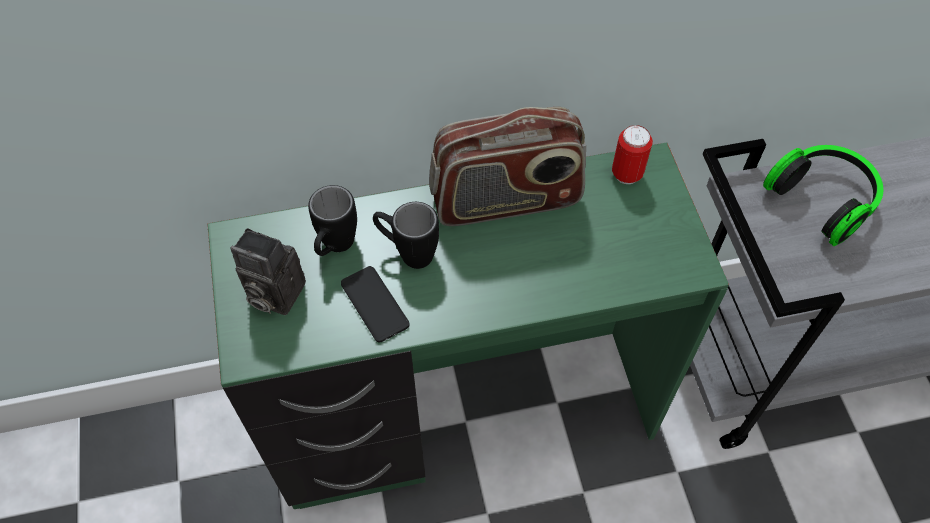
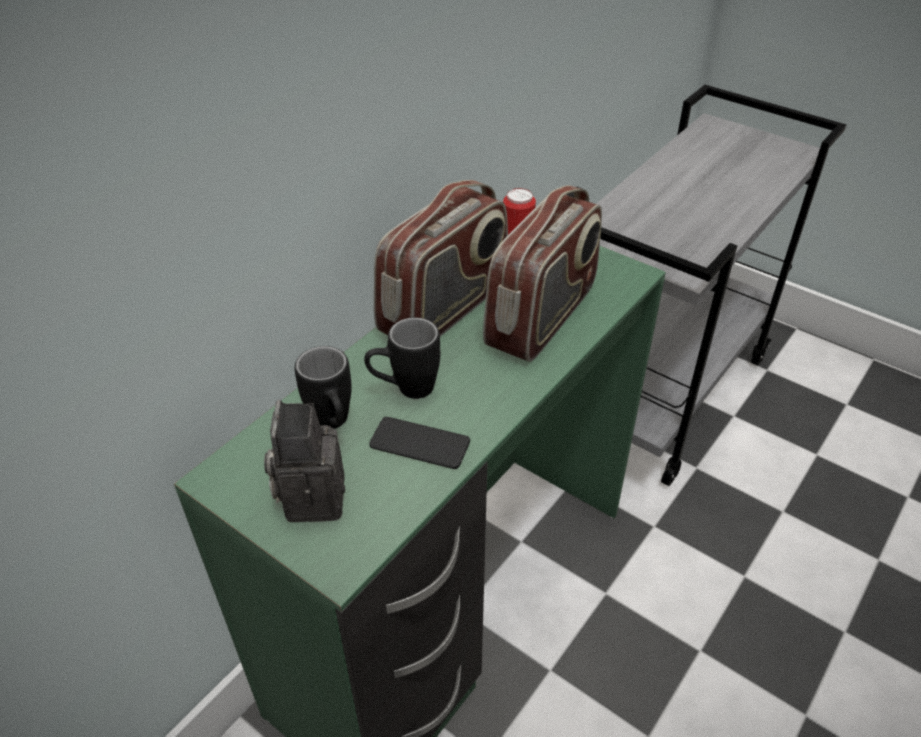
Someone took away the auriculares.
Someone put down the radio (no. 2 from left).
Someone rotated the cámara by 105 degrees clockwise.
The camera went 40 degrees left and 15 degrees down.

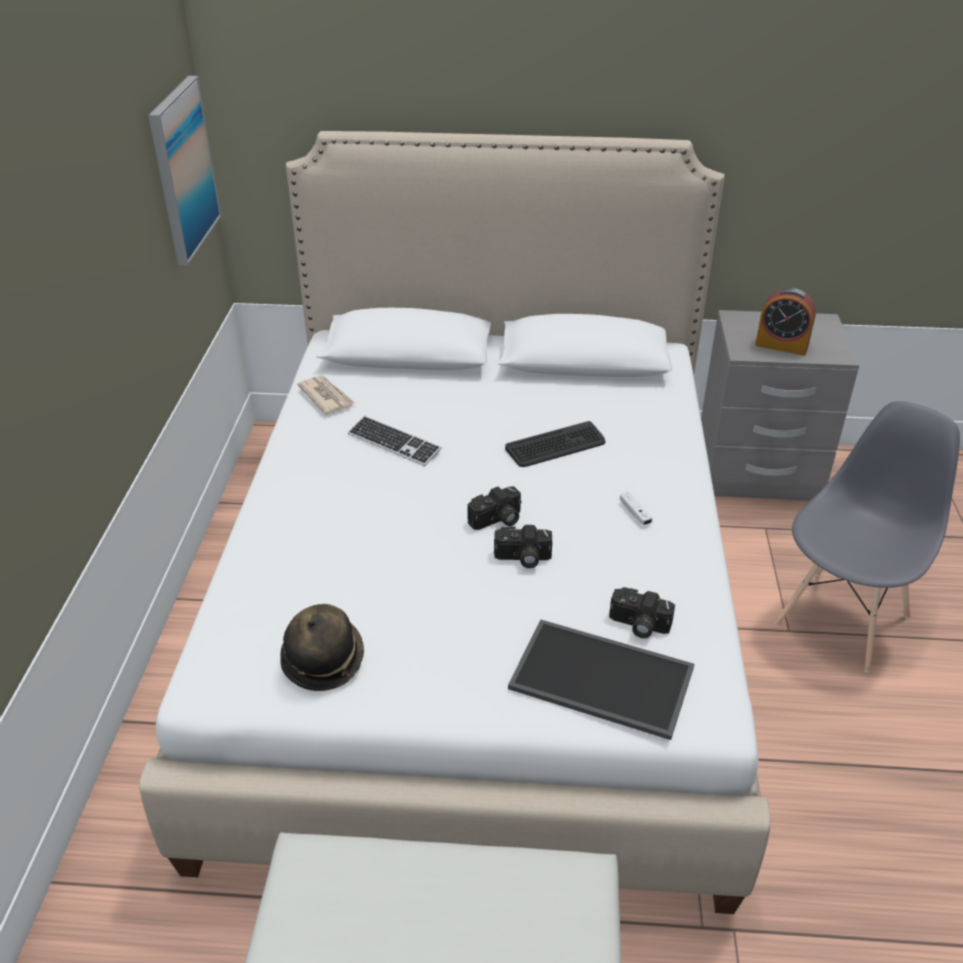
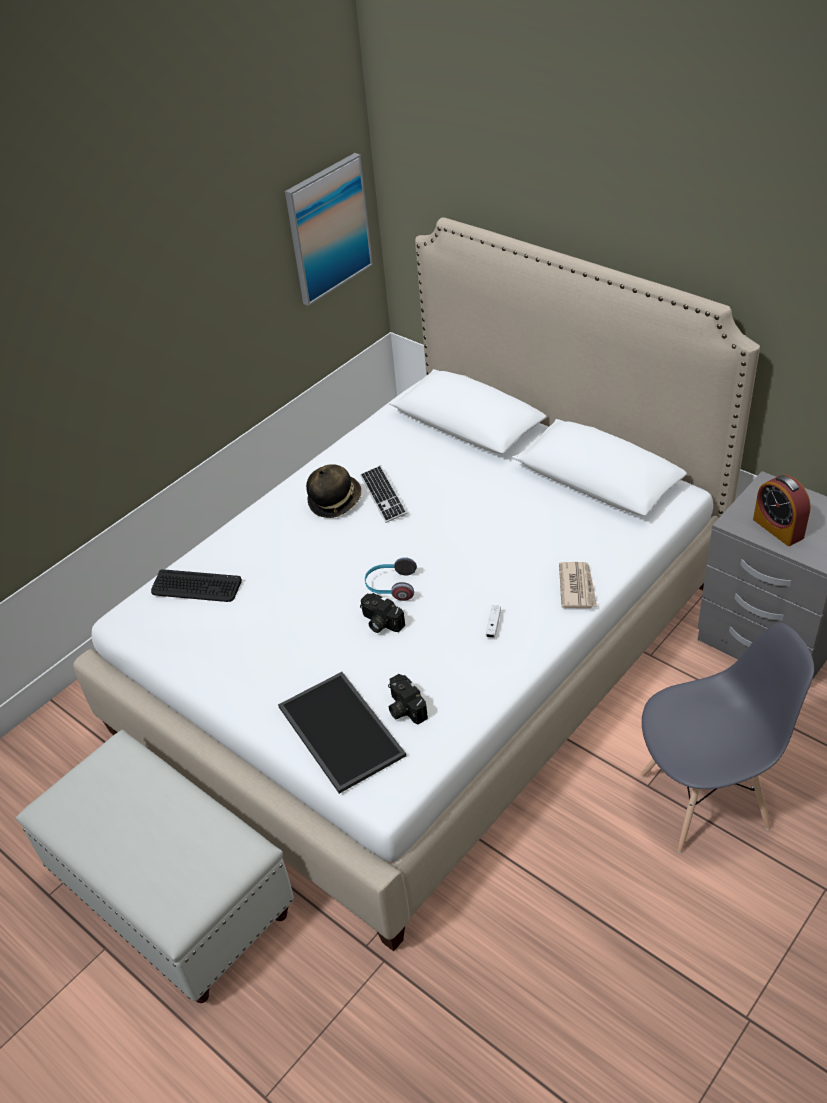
Someone carried the sombrero.
Someone carried the periódico.
Someone carried the teclado (no. 2 from left in the first image).
Someone swapped the cámara (no. 1 from left) for the auriculares.
The camera went 40 degrees right and 5 degrees up.

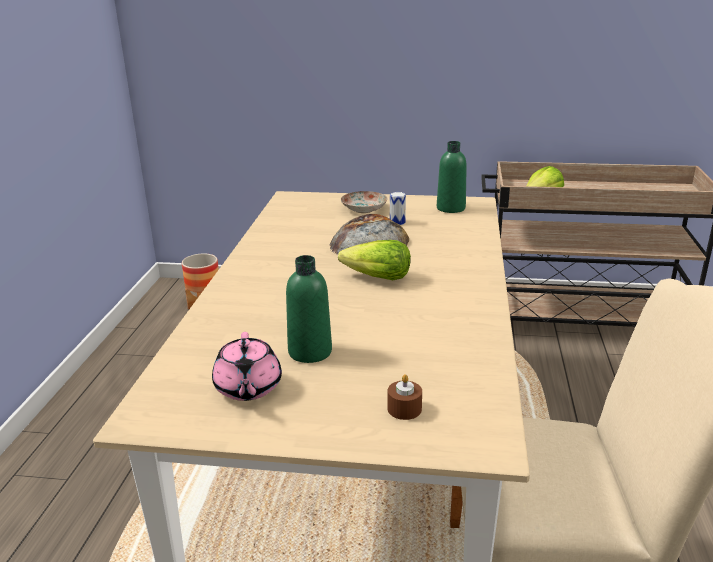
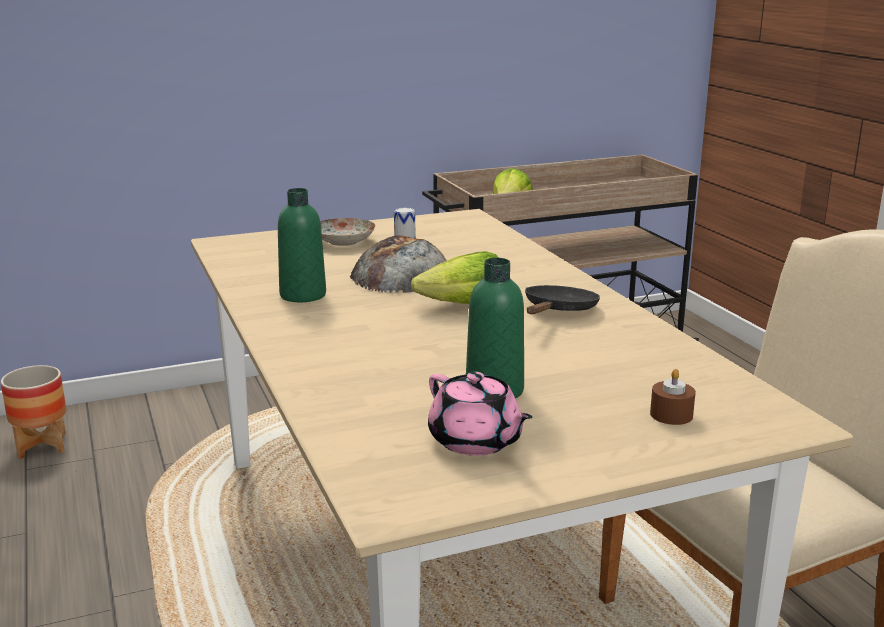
Someone put down the sartén (negro).
Someone carried the botella (verde) (no. 2 from left in the first image).
The camera went 30 degrees left and 5 degrees down.

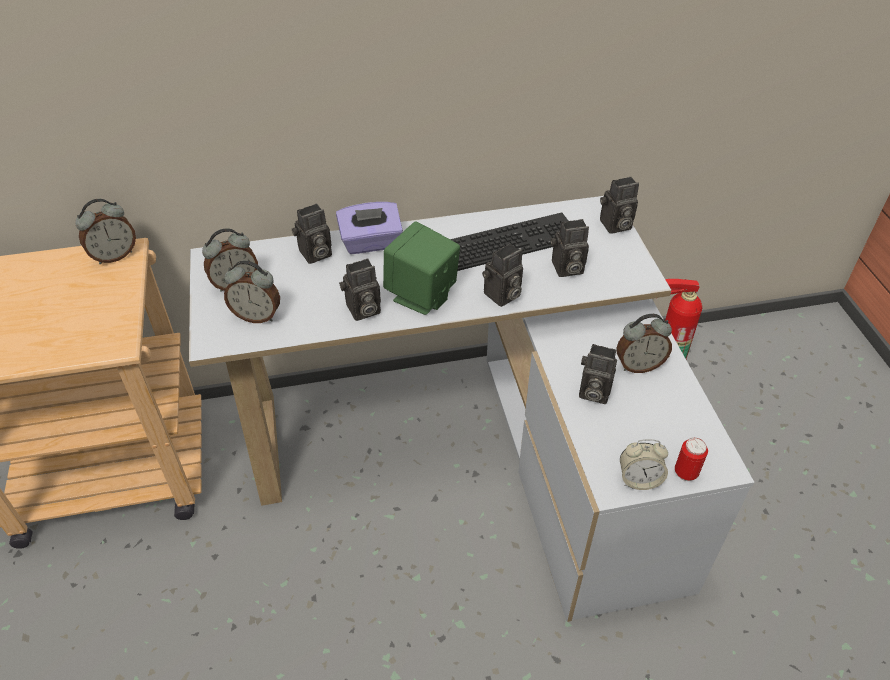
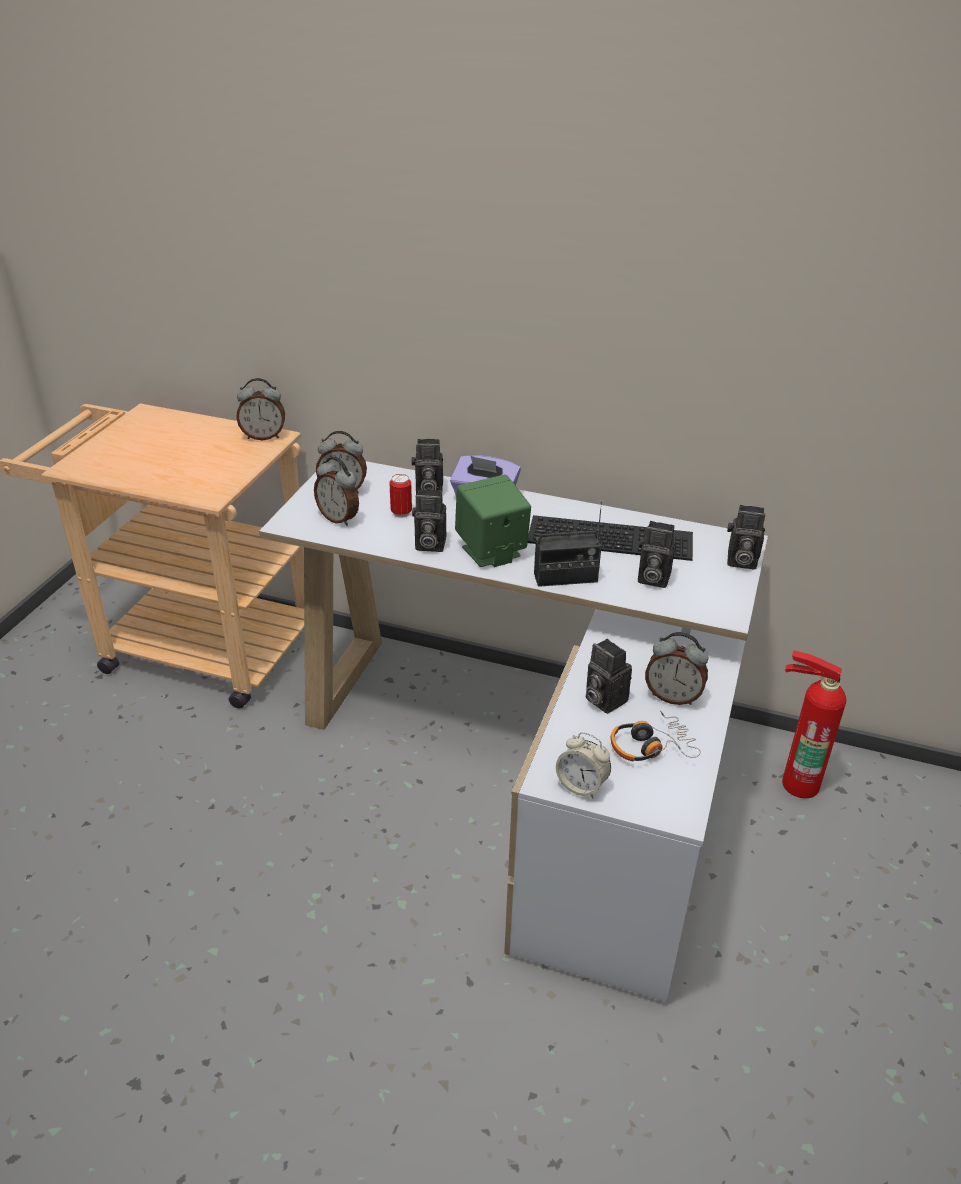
Someone put down the auriculares.
Someone carried the lata.
Someone swapped the cámara (no. 3 from left) for the radio.
The camera went 30 degrees right and 10 degrees down.

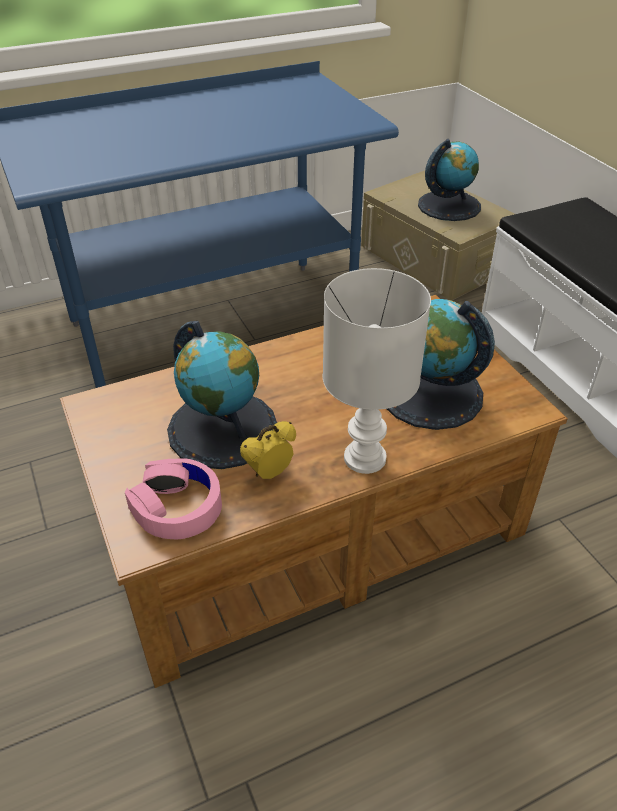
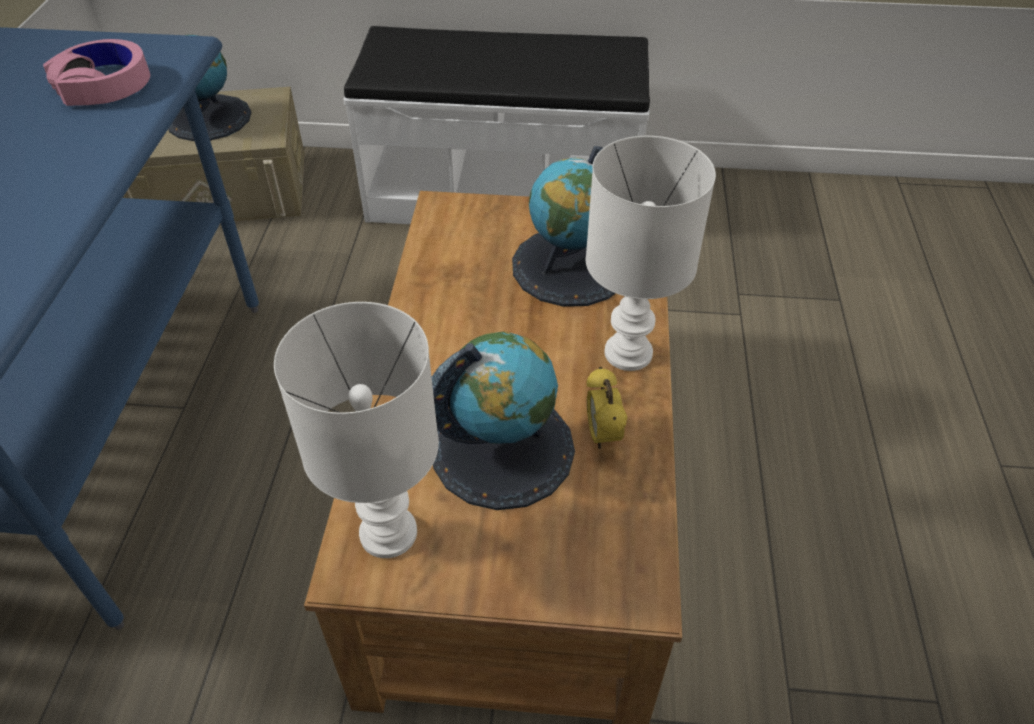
Someone put down the lámpara de mesa (blanco) (no. 1 from left).
Someone carried the auriculares (rosa).
The camera went 60 degrees left and 5 degrees up.

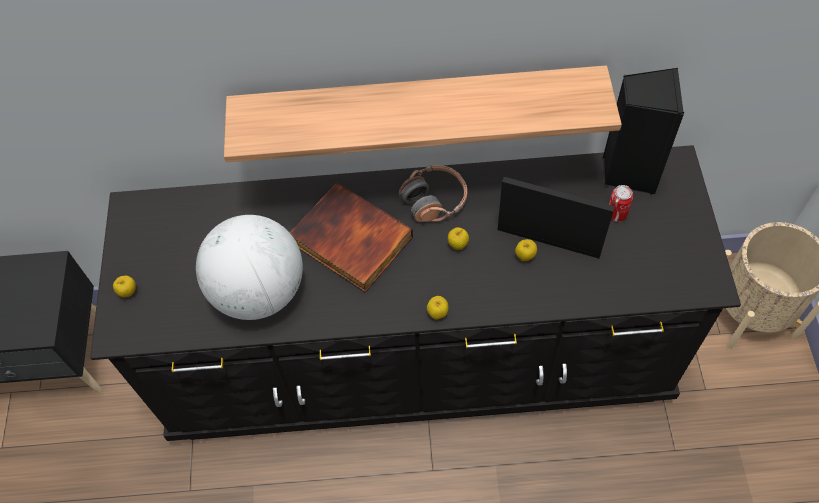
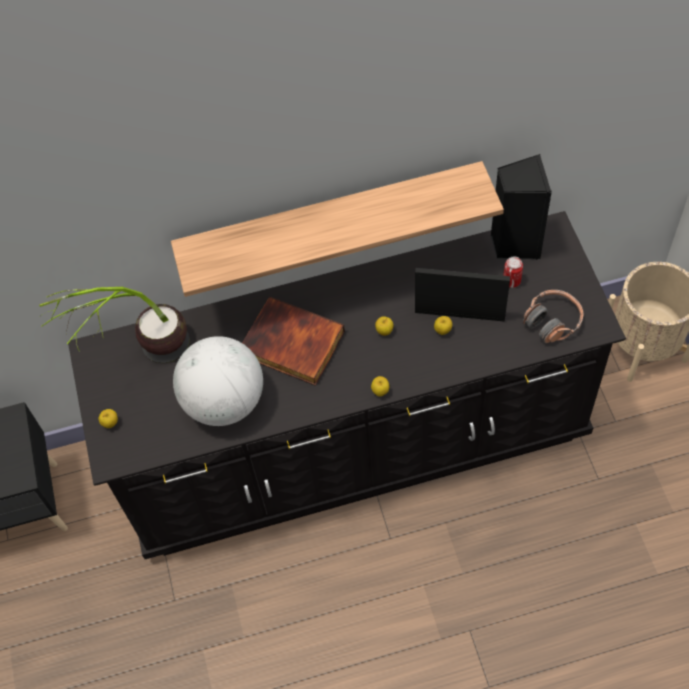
Someone put down the planta en maceta.
Someone carried the auriculares.
The camera went 10 degrees left and 0 degrees up.

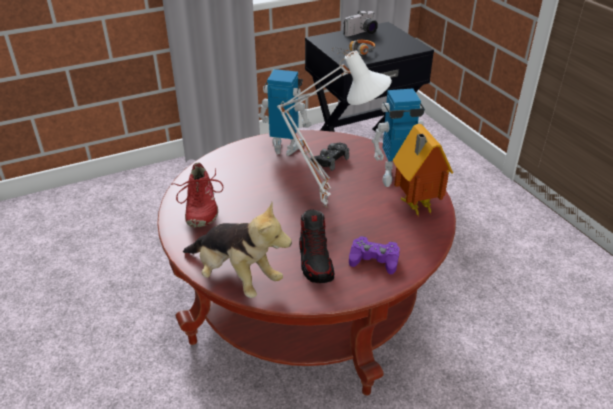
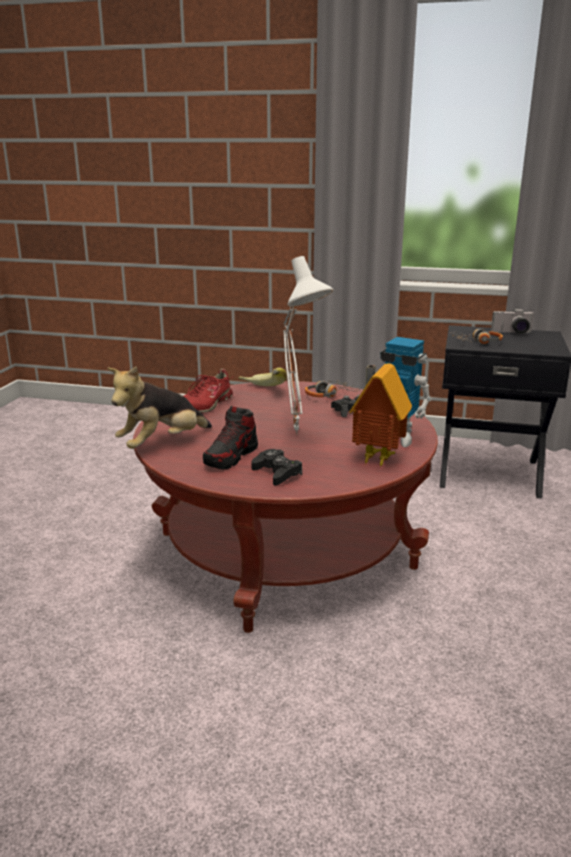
Someone put down the plátano.
Someone swapped the robot de juguete (no. 1 from left) for the auriculares (no. 1 from left).
Someone repainted the mando de consola (morado), which became the mando de consola (negro) (no. 1 from left).
Someone rotated the peluche by 60 degrees clockwise.
The camera went 40 degrees right and 15 degrees down.

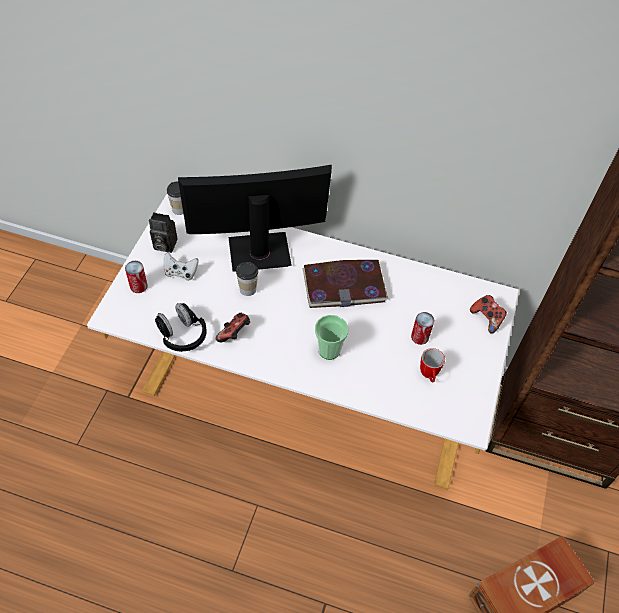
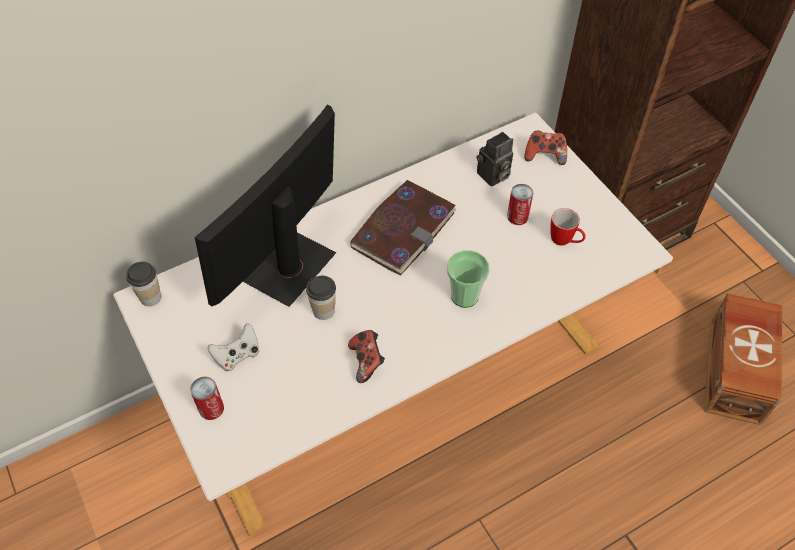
Someone took away the auriculares (negro).
Someone carried the cámara.
The camera went 45 degrees left and 0 degrees up.

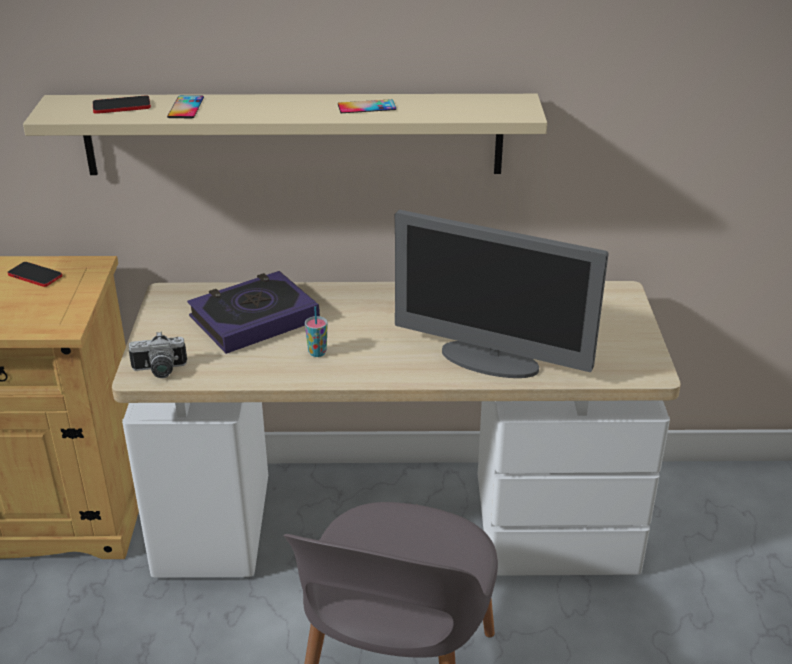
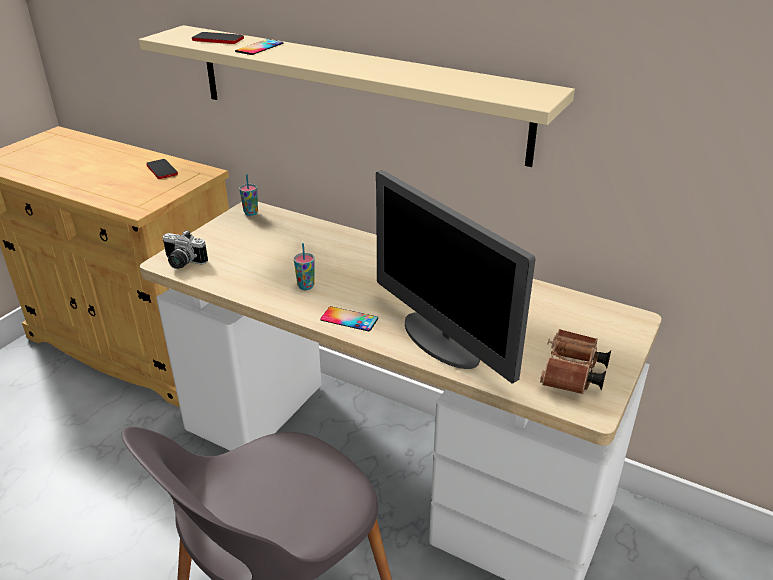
Someone took away the libro.
Someone put down the taza (no. 1 from left).
Someone put down the prismáticos (marrón).
Someone carried the móvil (no. 4 from left).
The camera went 30 degrees right and 0 degrees up.

